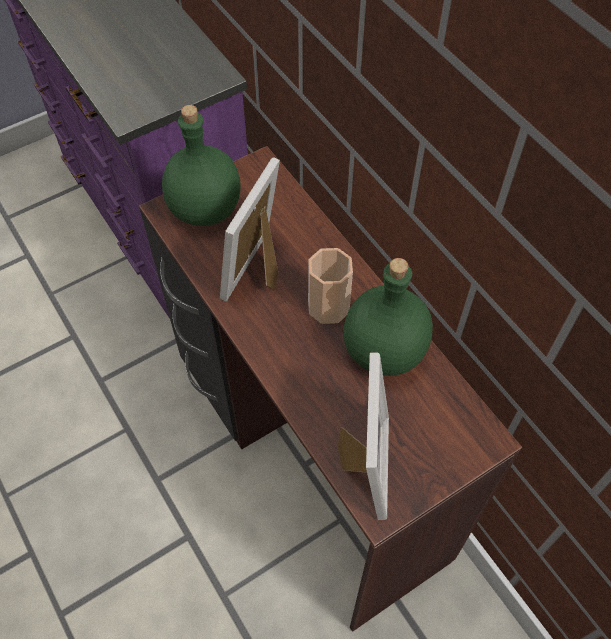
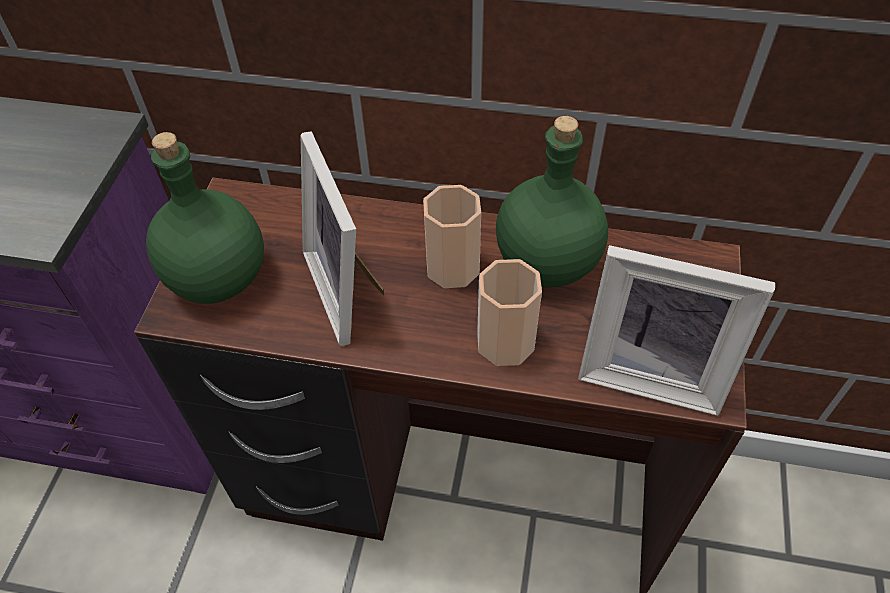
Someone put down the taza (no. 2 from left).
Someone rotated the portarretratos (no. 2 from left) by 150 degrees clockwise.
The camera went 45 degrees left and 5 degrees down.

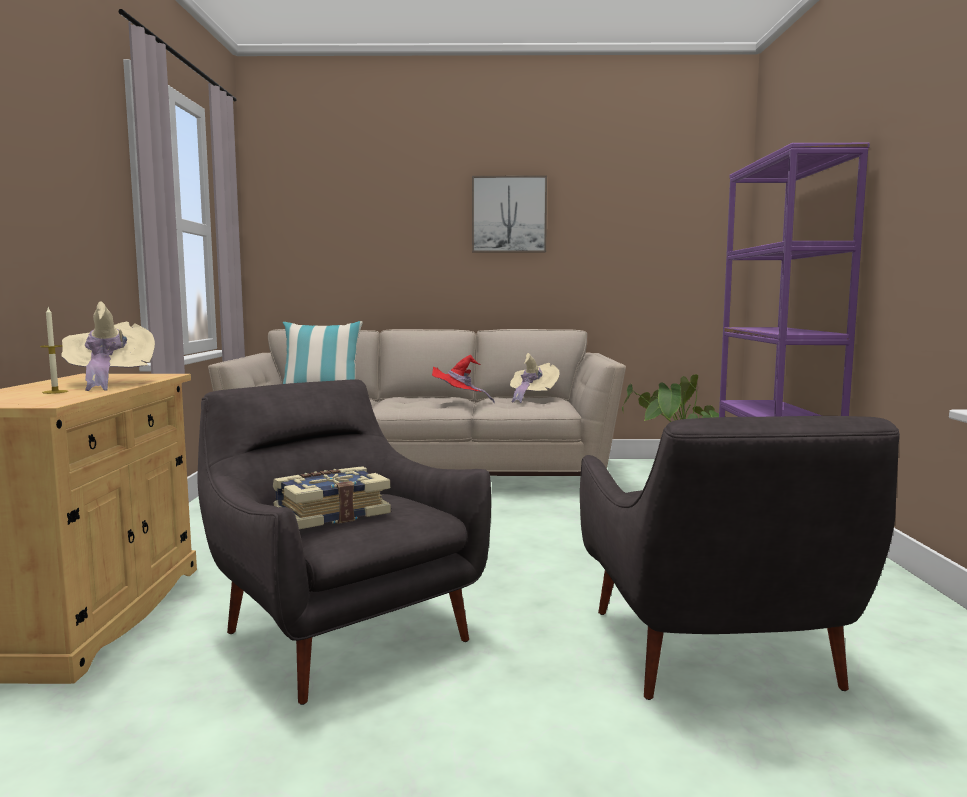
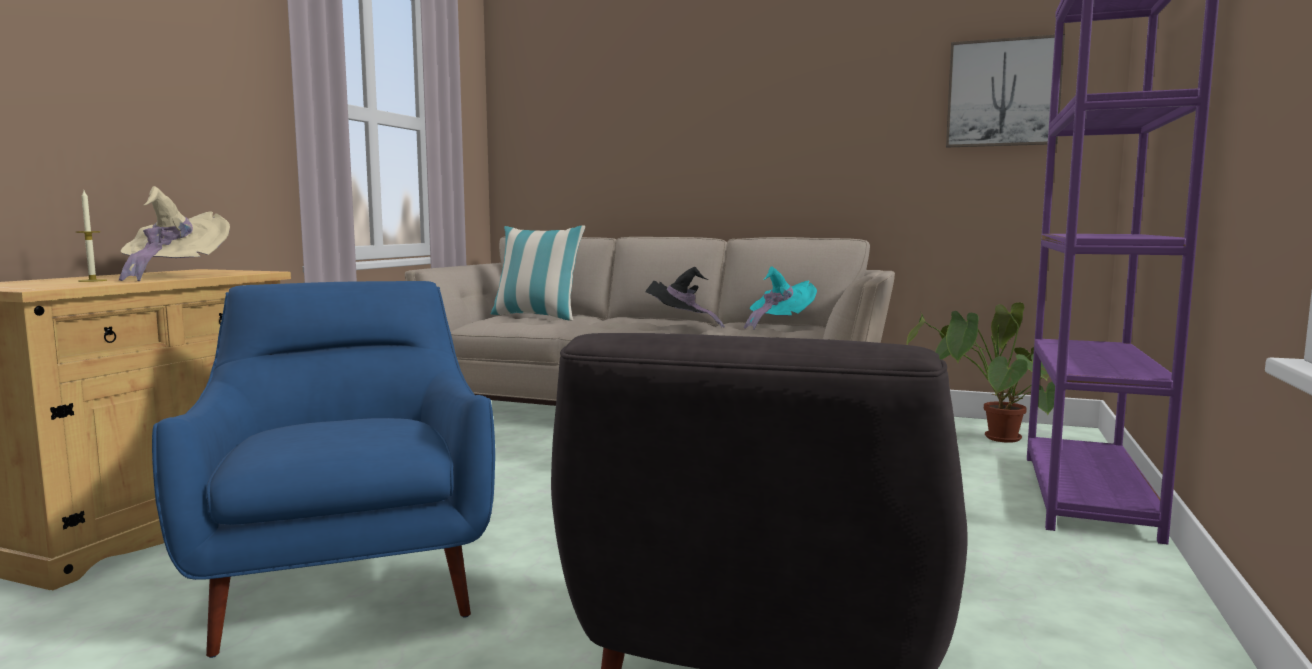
Someone took away the libro.
Someone carried the cuadro.
Someone repainted the sillón (gris) (no. 1 from left), which became the sillón (azul).
Someone repainted the sombrero (rojo), which became the sombrero (negro).
Someone repainted the sombrero (beis) (no. 2 from left), which became the sombrero (turquesa).
The camera went 20 degrees right and 0 degrees up.

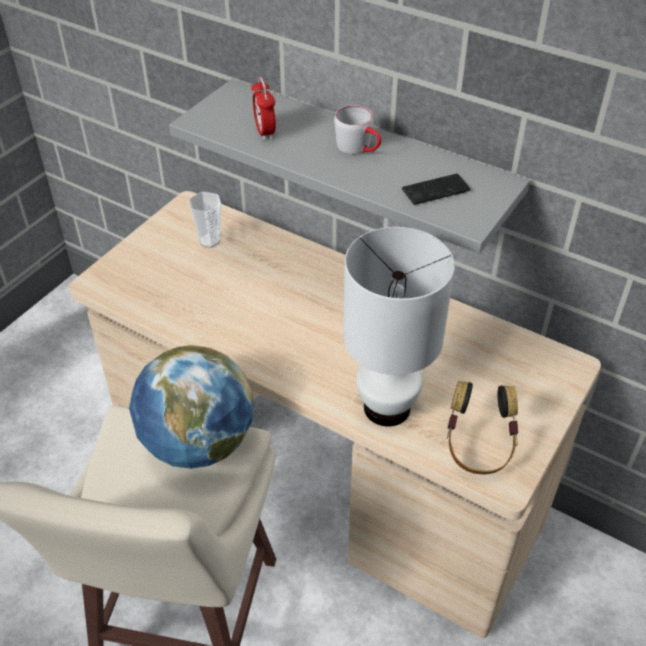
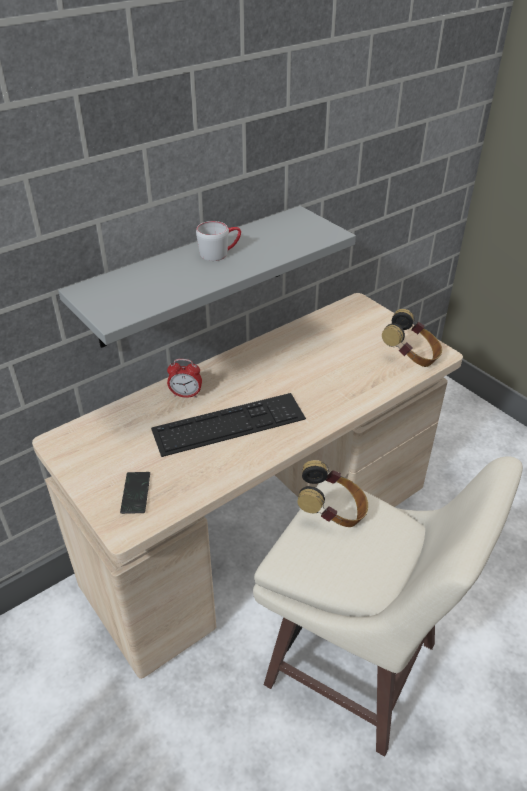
Someone took away the taza.
Someone took away the lámpara de mesa (blanco).
Someone put down the teclado.
Someone carried the despertador.
Someone carried the móvil.
Someone swapped the globo terráqueo for the auriculares (no. 1 from left).
The camera went 70 degrees left and 5 degrees down.

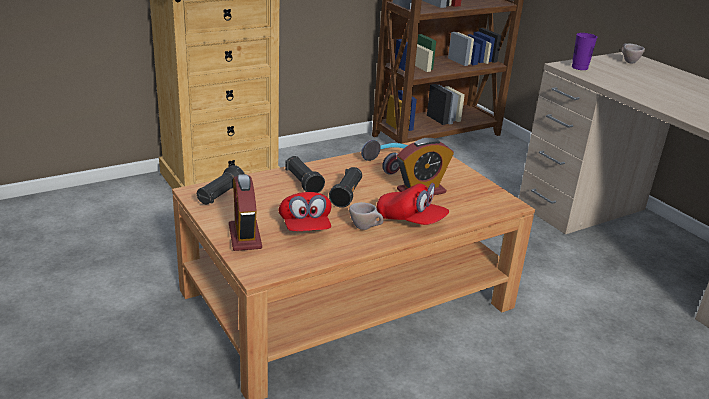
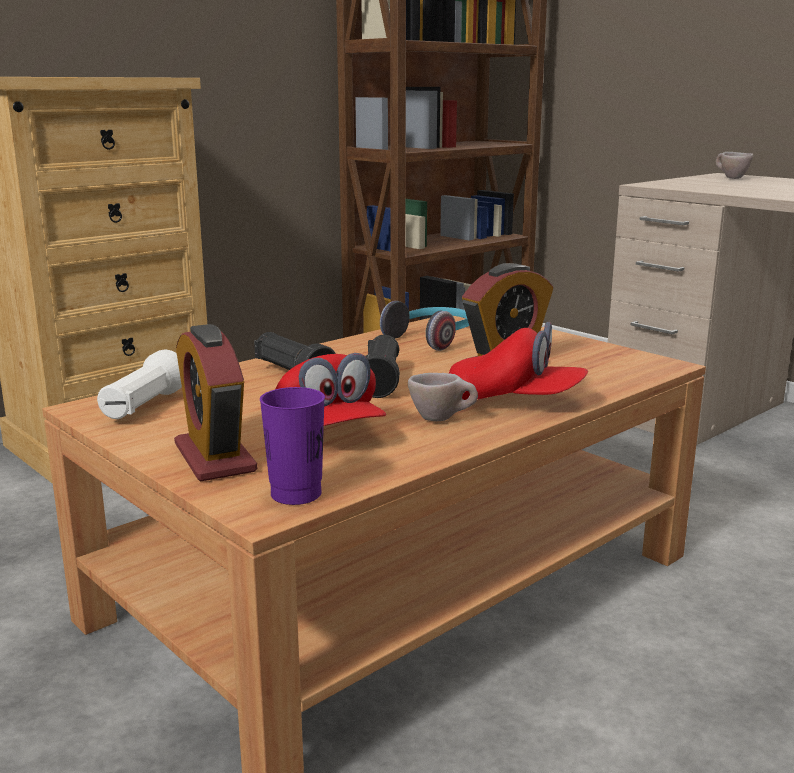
Someone carried the taza (morado).
Someone repainted the linterna (negro) (no. 1 from left), which became the linterna (blanco).
The camera went 10 degrees left and 10 degrees down.

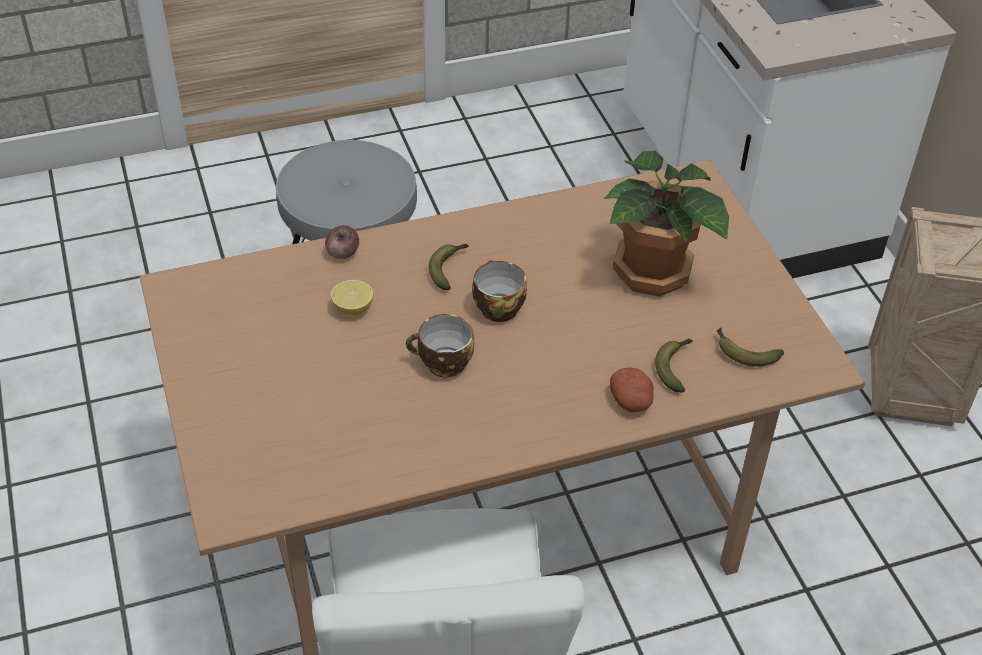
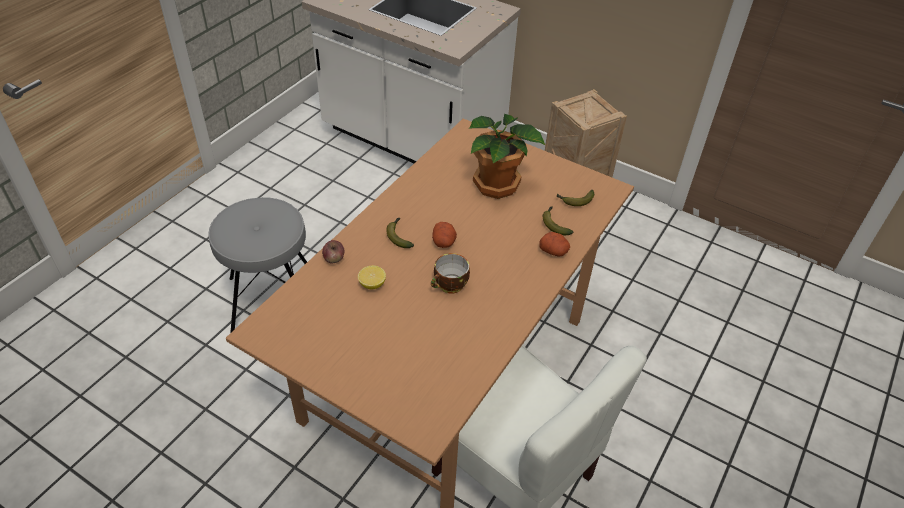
Someone swapped the taza (no. 2 from left) for the patata (no. 1 from left).
The camera went 40 degrees left and 0 degrees up.

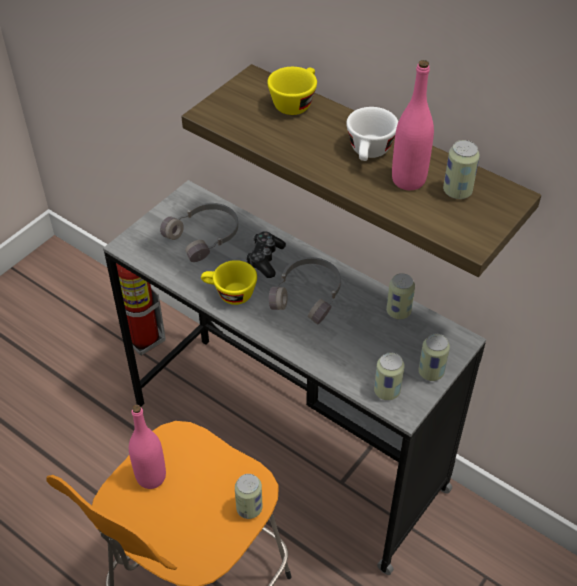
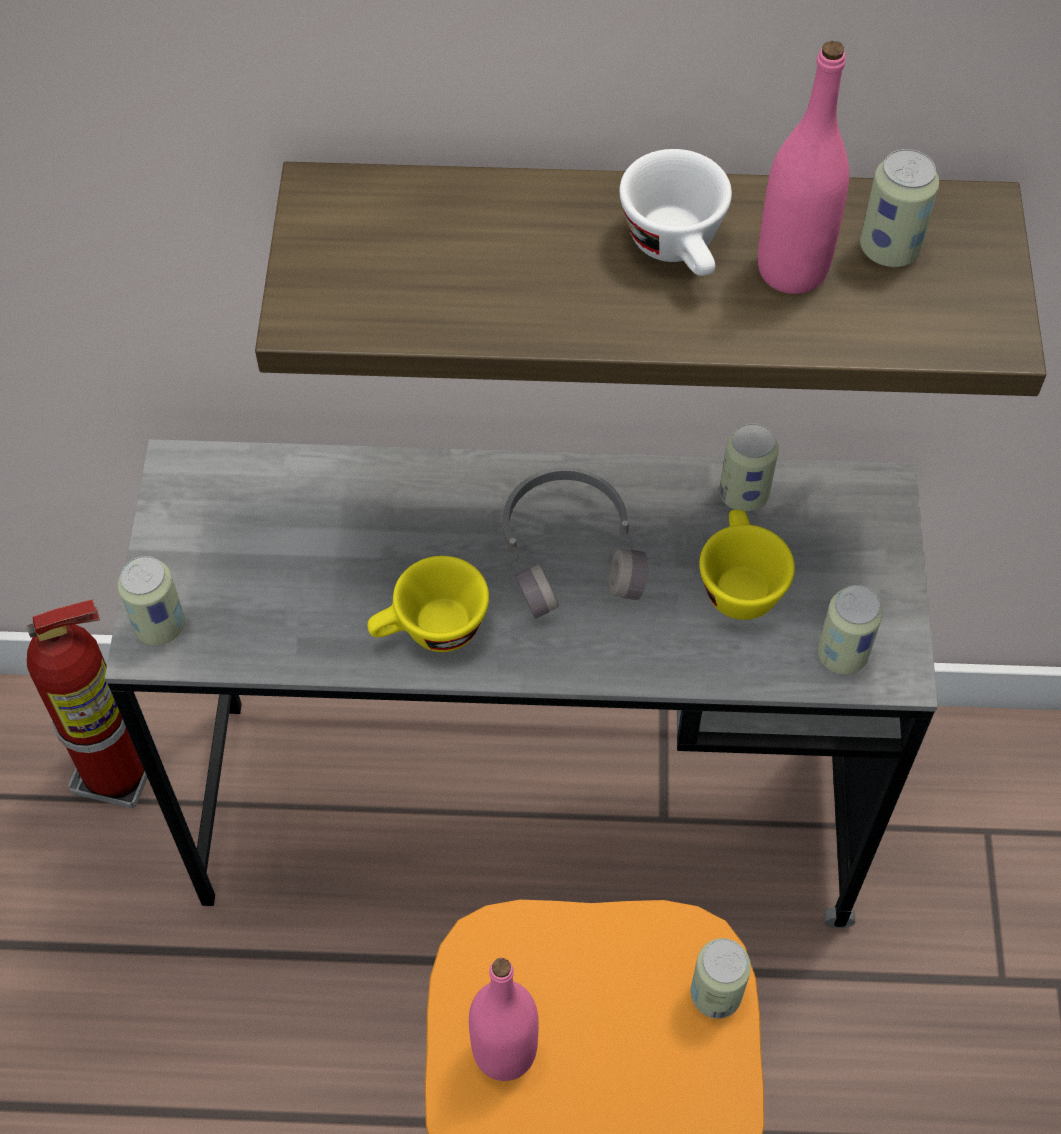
Someone took away the auriculares (gris) (no. 1 from left).
Someone took away the mando de consola.
Someone carried the taza (amarillo) (no. 2 from left).
Someone carried the lata (no. 4 from left in the first image).
The camera went 35 degrees left and 10 degrees up.

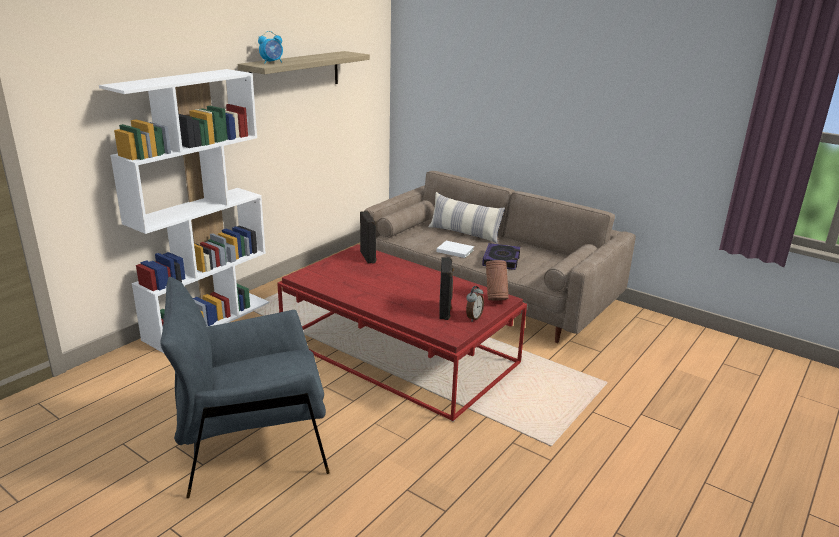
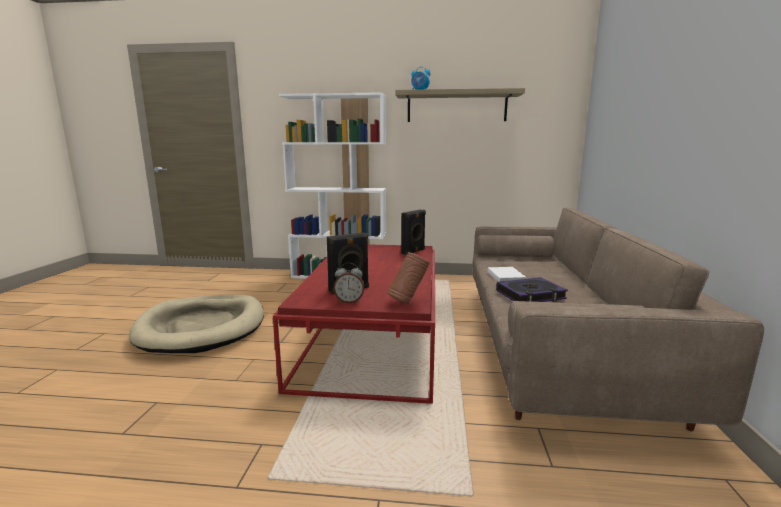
Someone took away the cojín.
Someone swapped the sillón (gris) for the cama para perro (beis).
The camera went 60 degrees right and 10 degrees down.

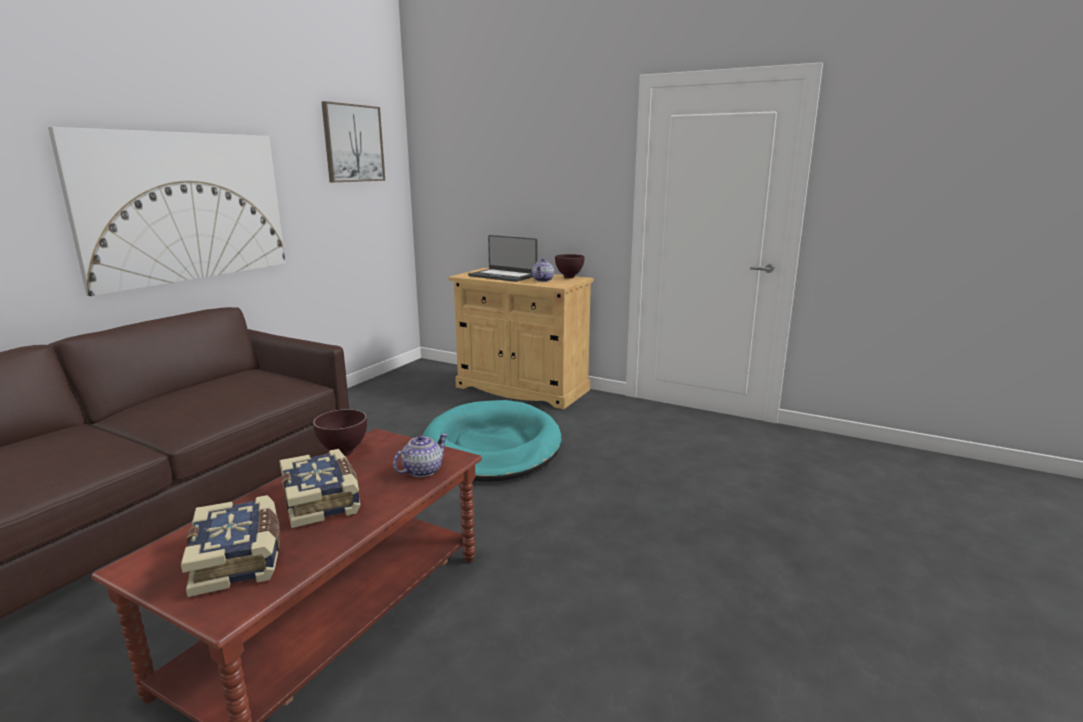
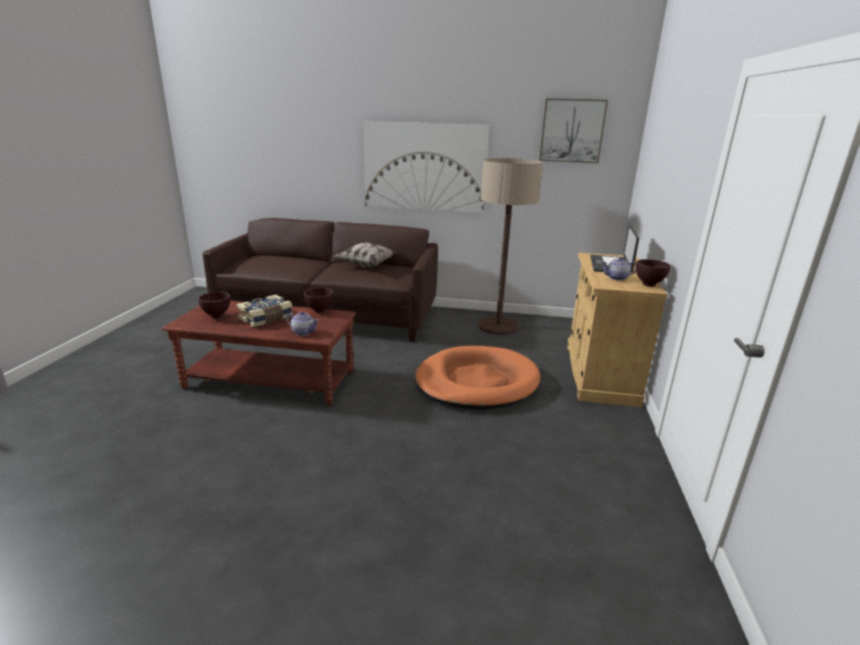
Someone put down the cojín.
Someone put down the lámpara de pie.
Someone swapped the libro (no. 1 from left) for the cuenco (marrón) (no. 1 from left).
Someone repainted the cama para perro (turquesa), which became the cama para perro (naranja).
The camera went 70 degrees right and 5 degrees up.

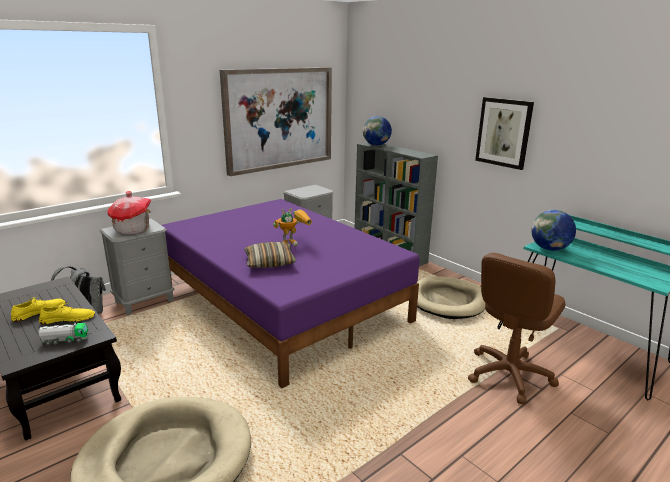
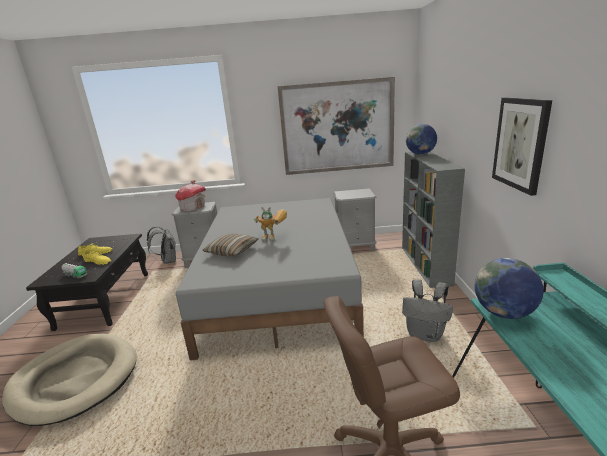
Someone swapped the cama para perro (beis) (no. 2 from left) for the mochila (gris) (no. 2 from left).
Someone repainted the cama (morado), which became the cama (gris).
The camera went 40 degrees right and 0 degrees up.

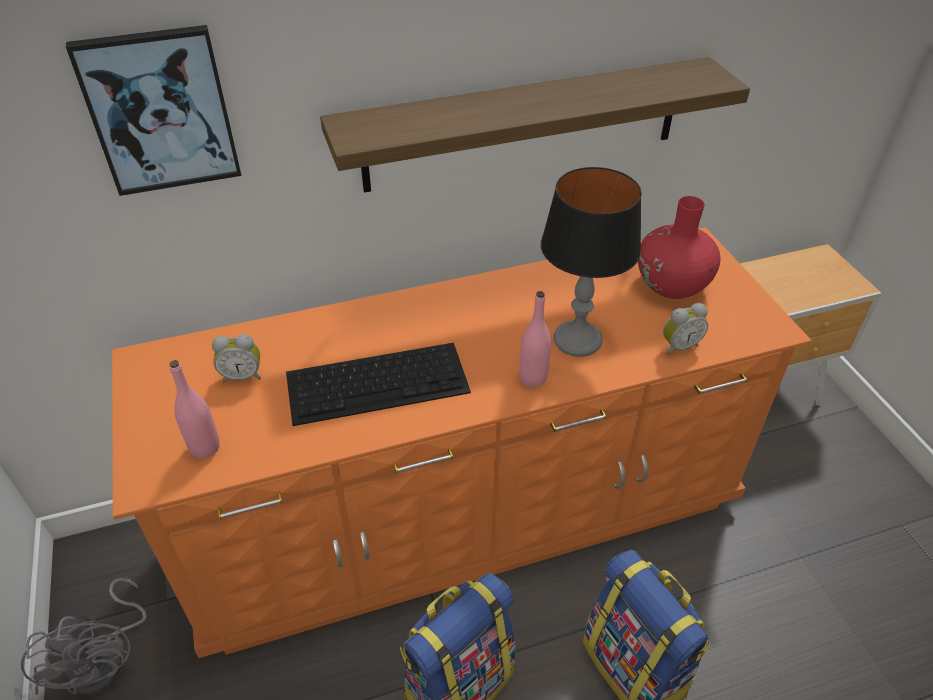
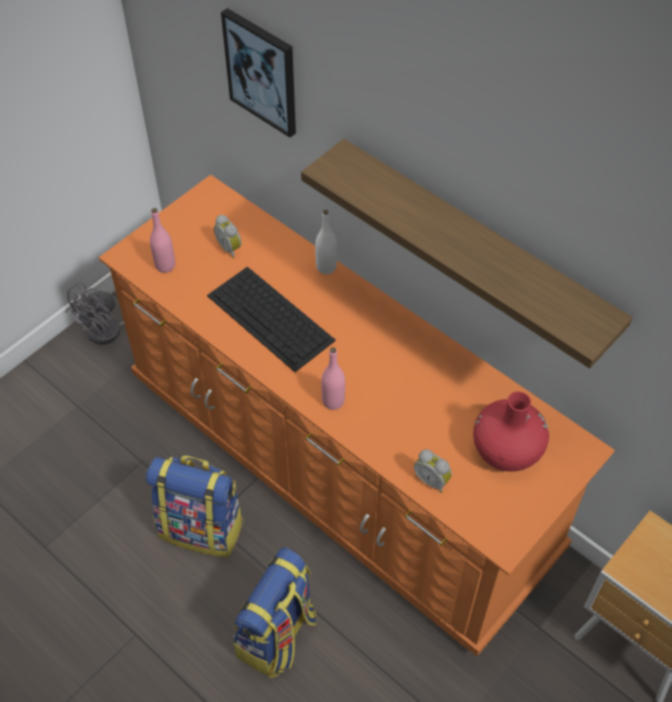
Someone took away the lámpara de mesa.
Someone put down the botella (blanco).
The camera went 60 degrees right and 10 degrees up.

